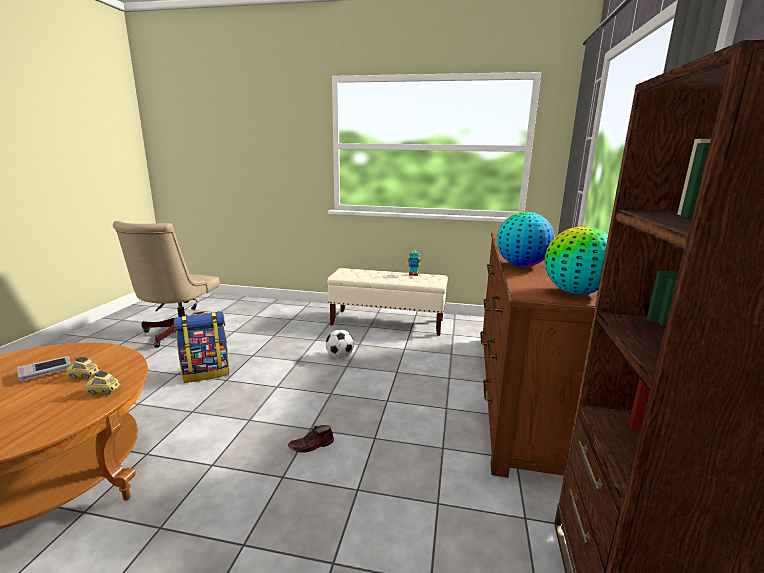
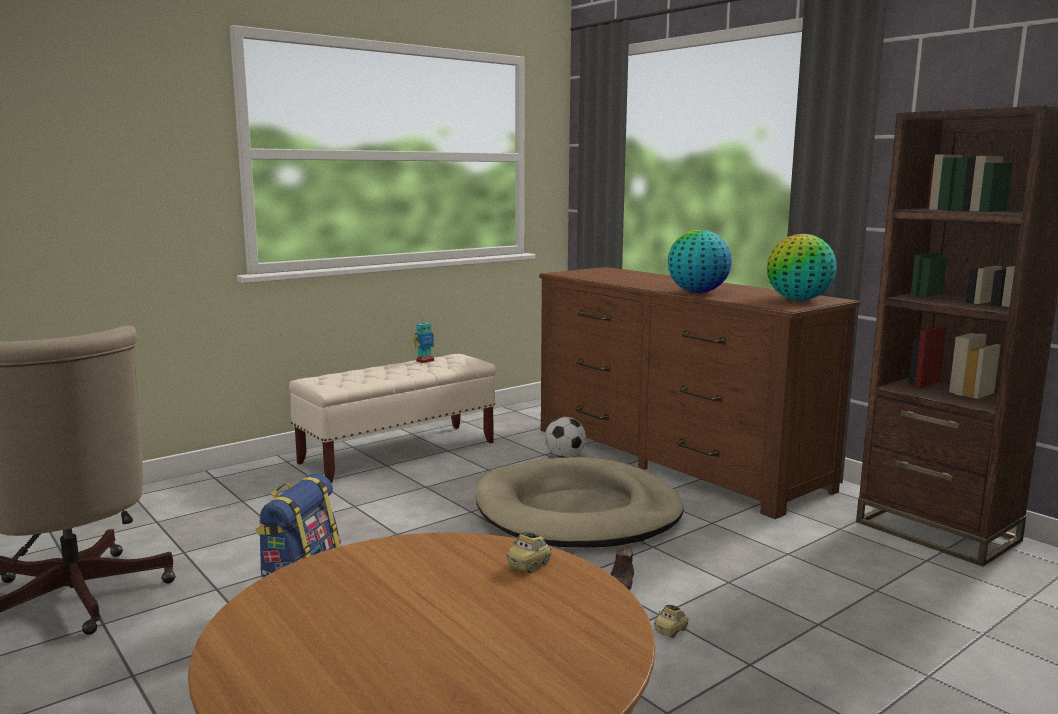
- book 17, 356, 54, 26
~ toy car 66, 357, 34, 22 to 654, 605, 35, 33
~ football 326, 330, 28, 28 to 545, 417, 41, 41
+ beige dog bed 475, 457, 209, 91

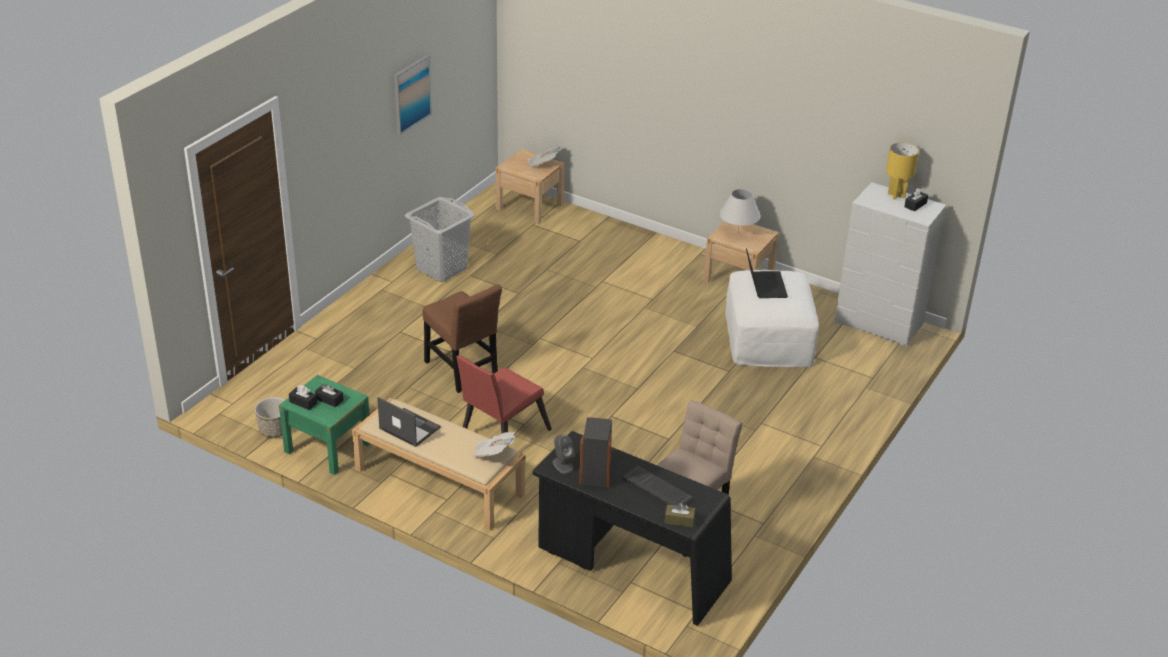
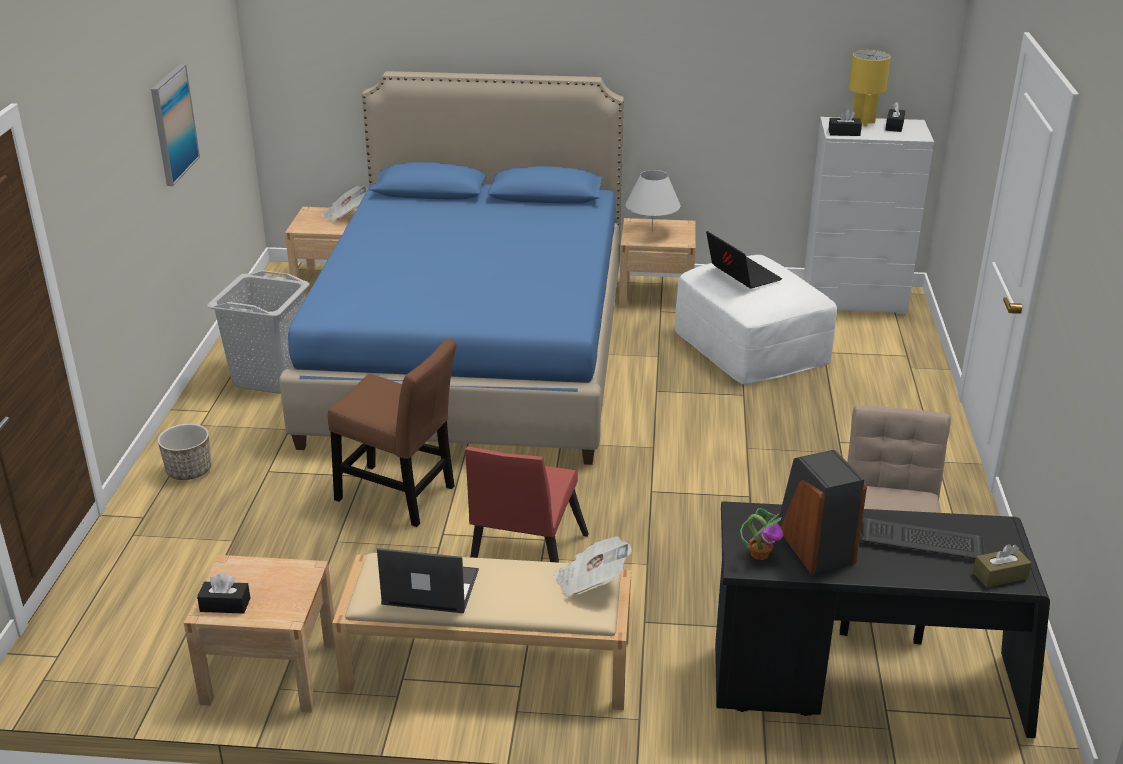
~ planter 255, 397, 30, 41 to 158, 424, 53, 56
~ green nightstand 279, 375, 92, 100 to beige nightstand 184, 555, 151, 158
~ black tissue box 315, 384, 28, 23 to 828, 109, 34, 27
~ grey speaker 553, 435, 22, 39 to potted plant 740, 508, 43, 52
+ blue bed 279, 71, 345, 394

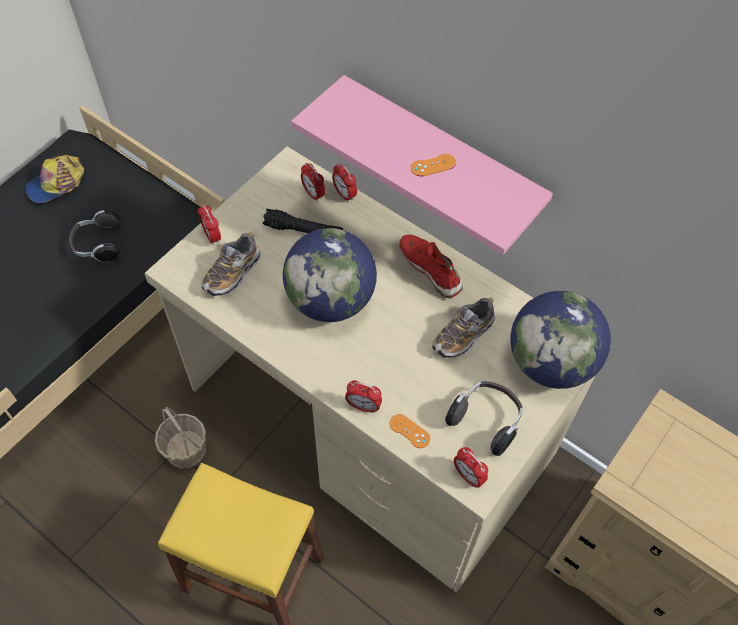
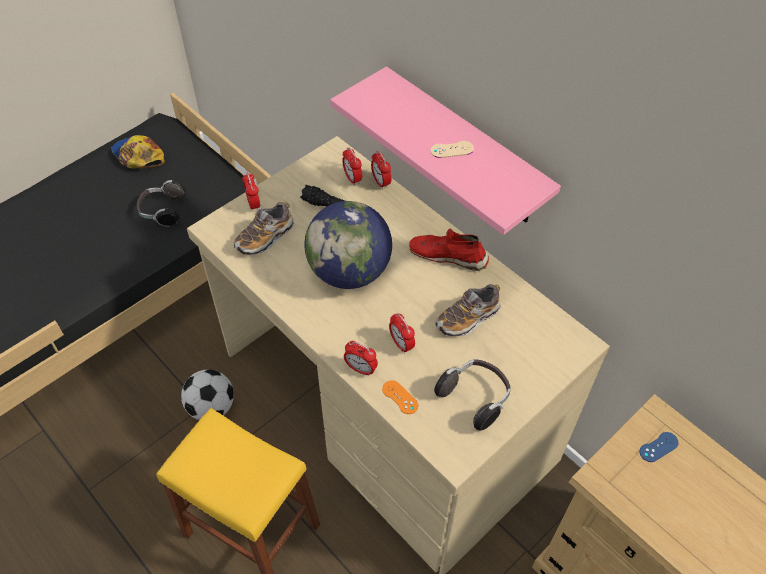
~ cap 25, 155, 59, 48 = 111, 135, 54, 34 75 degrees clockwise
~ basket 155, 407, 51, 61 to football 181, 369, 53, 51
~ red shoe 399, 235, 63, 64 = 409, 228, 80, 43 45 degrees counterclockwise
~ orange game controller 411, 154, 45, 23 to beige game controller 430, 141, 44, 17
~ alarm clock 454, 447, 34, 41 to 389, 313, 26, 41
- globe 510, 291, 101, 98
+ blue game controller 639, 432, 40, 30

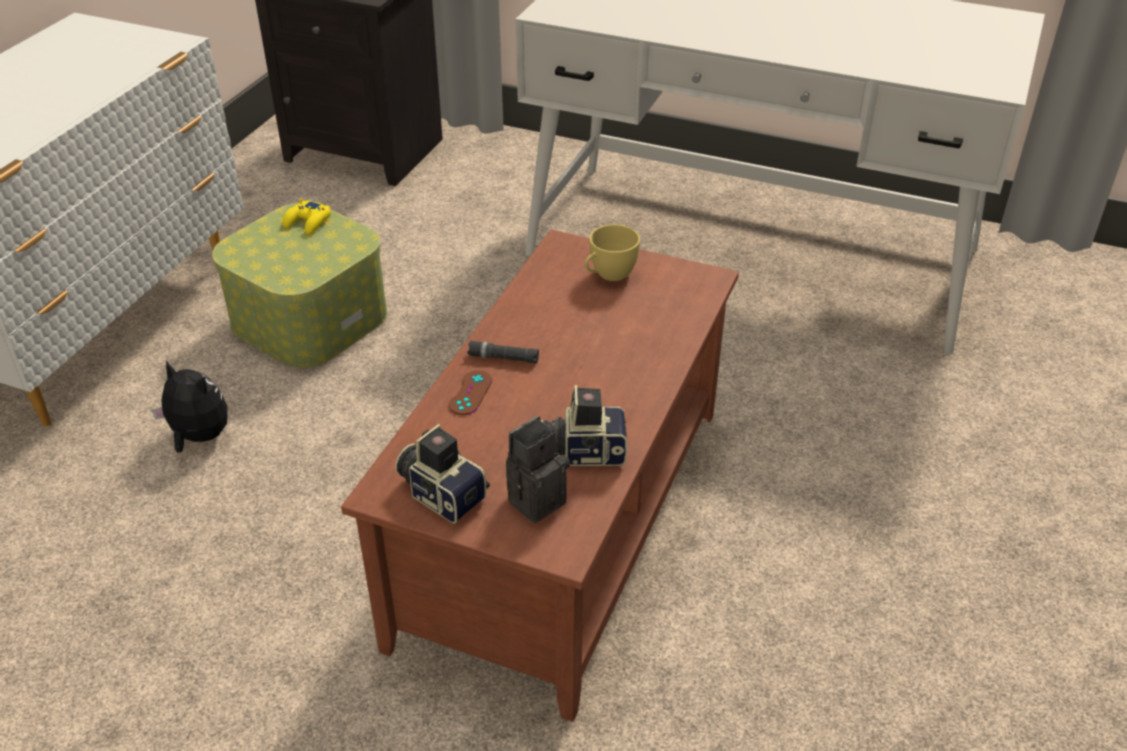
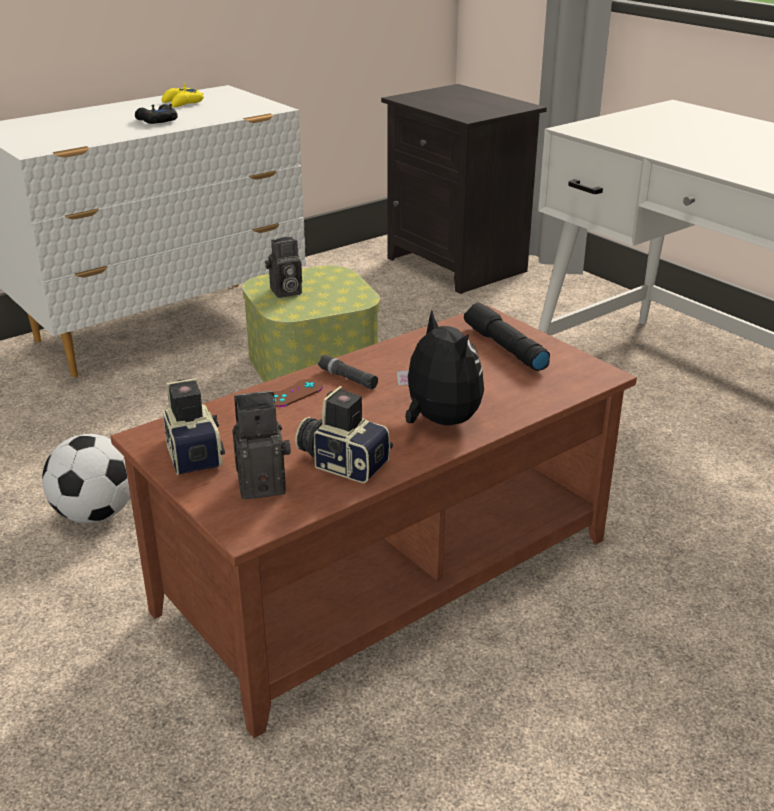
~ plush toy 151, 360, 77, 93 to 397, 310, 87, 116
~ yellow game controller 282, 198, 49, 36 to 162, 84, 42, 23
~ yellow cup 585, 224, 55, 57 to black flashlight 464, 303, 86, 68
+ football 42, 434, 89, 89
+ black game controller 135, 104, 43, 20
+ photo camera 265, 237, 37, 61

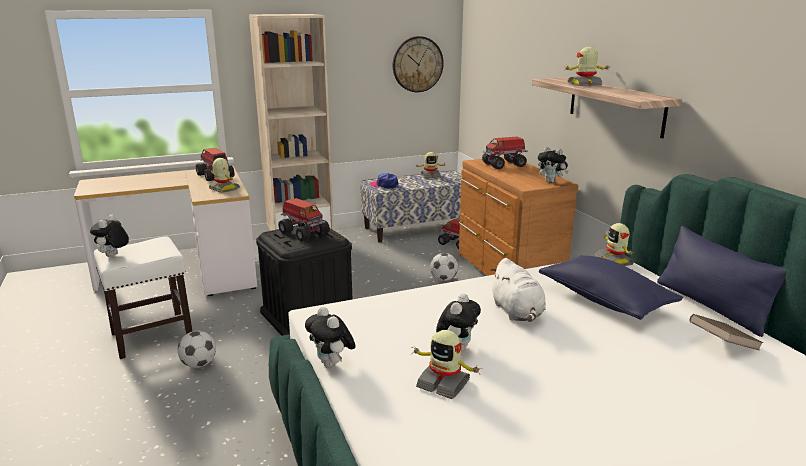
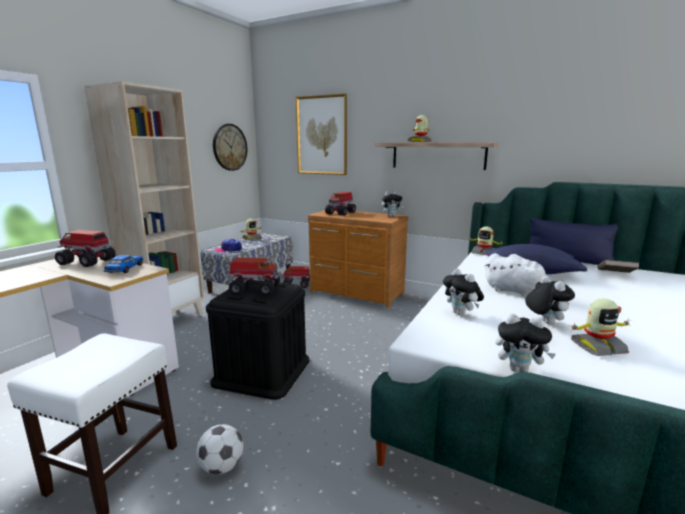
~ plush toy 90, 215, 39, 42 to 443, 269, 41, 47
~ toy robot 209, 158, 31, 35 to toy car 104, 255, 39, 18
- football 430, 253, 28, 28
+ picture 296, 94, 51, 81

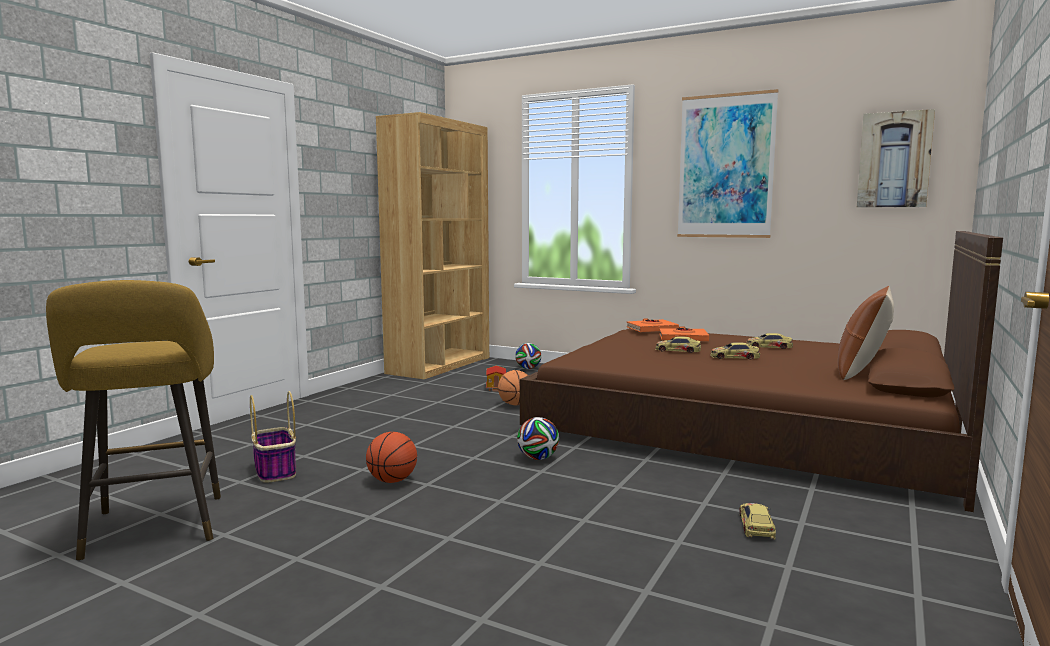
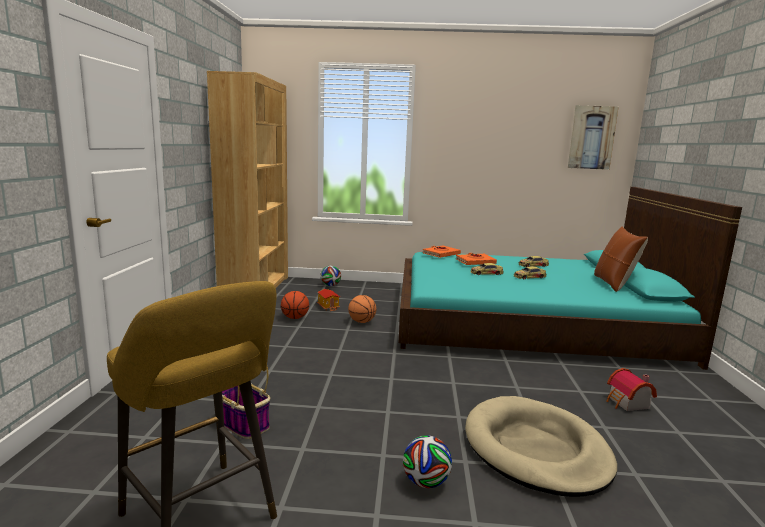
~ basketball 366, 432, 51, 51 to 281, 291, 28, 28
~ football 517, 417, 42, 43 to 403, 435, 49, 53
~ brown bed 520, 231, 483, 281 to turquoise bed 399, 187, 343, 183
- picture 677, 89, 101, 149
~ toy car 739, 503, 37, 37 to toy house 606, 368, 51, 43
+ beige dog bed 465, 396, 152, 101

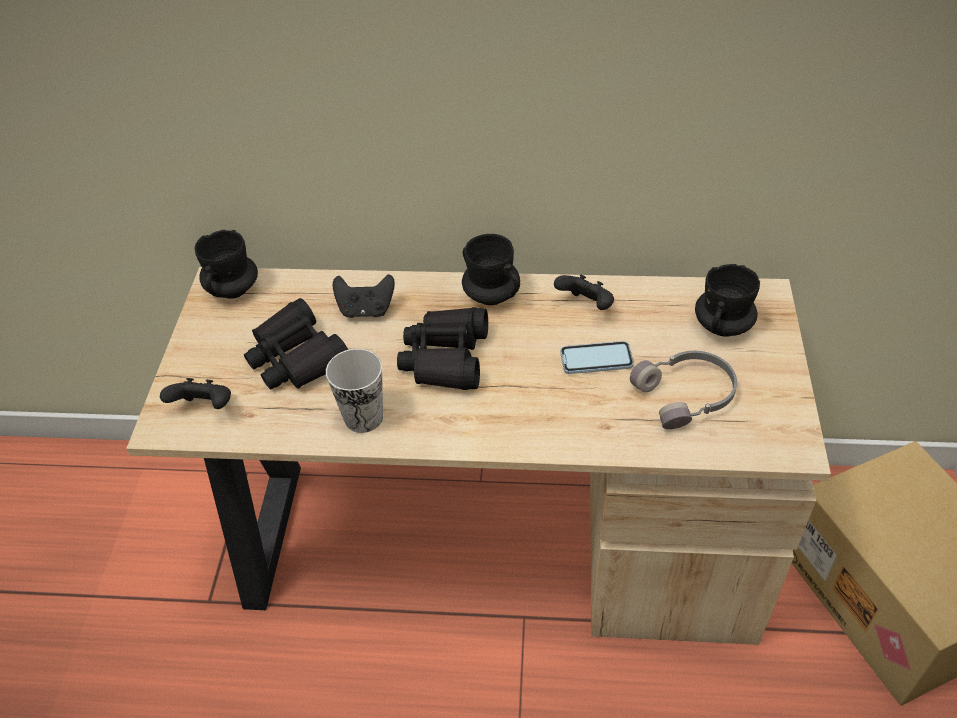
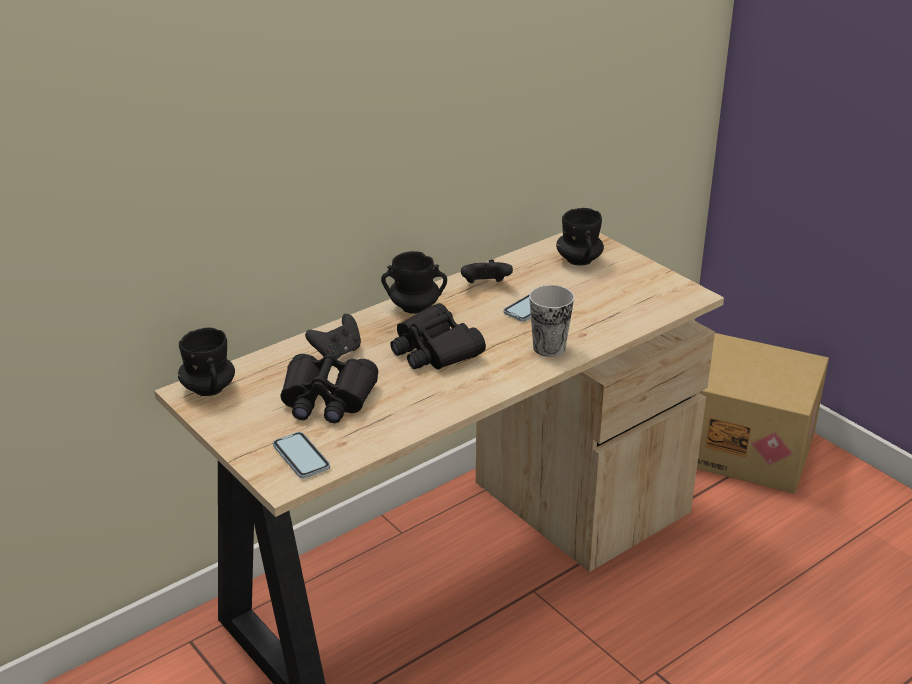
~ black game controller 160, 378, 71, 31 to phone 273, 432, 57, 46
~ cup 326, 349, 57, 84 to 529, 285, 45, 72
- grey headphones 630, 351, 107, 78

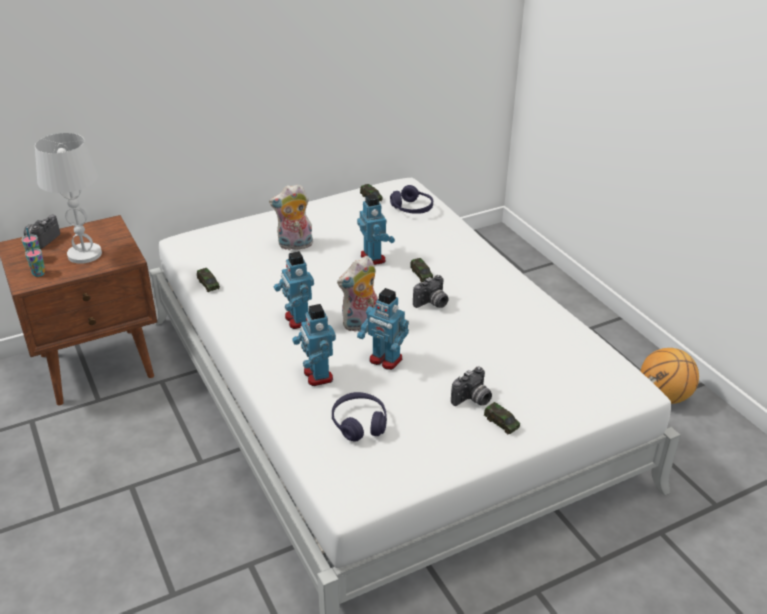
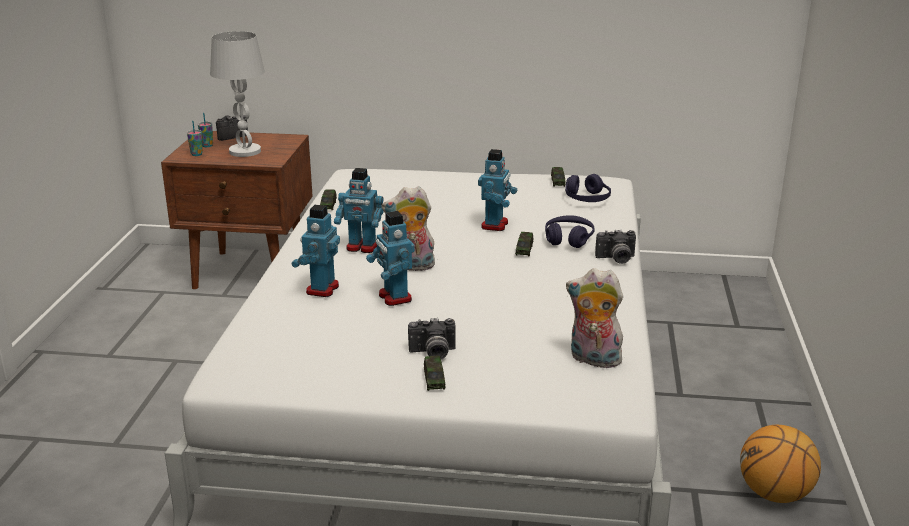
~ plush toy 269, 184, 44, 66 to 566, 268, 59, 102
~ toy robot 274, 251, 40, 78 = 334, 168, 50, 85 90 degrees counterclockwise
~ purple headphones 332, 392, 55, 50 to 545, 215, 50, 33
~ photo camera 413, 275, 36, 33 to 595, 229, 41, 35

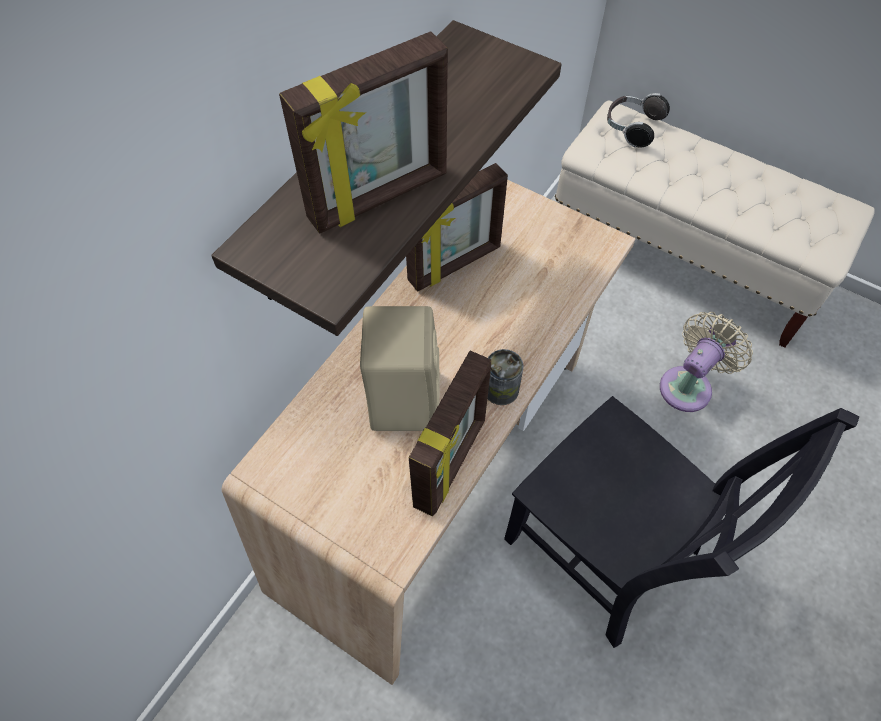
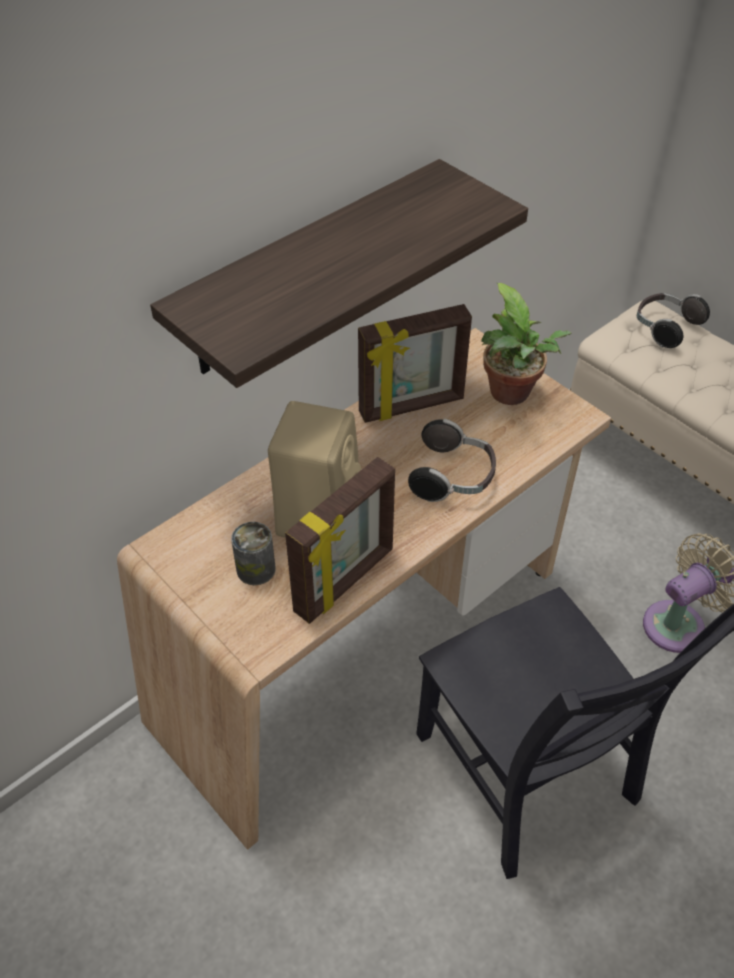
- picture frame 279, 32, 169, 202
~ can 487, 349, 37, 56 to 231, 522, 45, 63
+ headphones 408, 419, 88, 83
+ potted plant 481, 283, 90, 122

